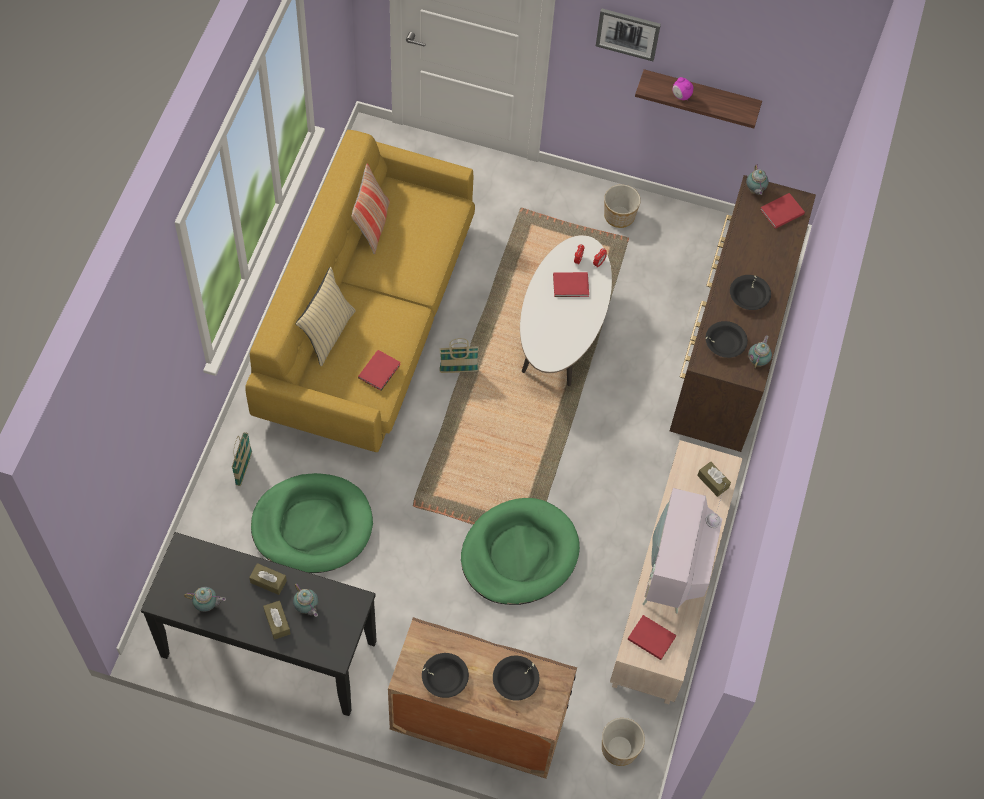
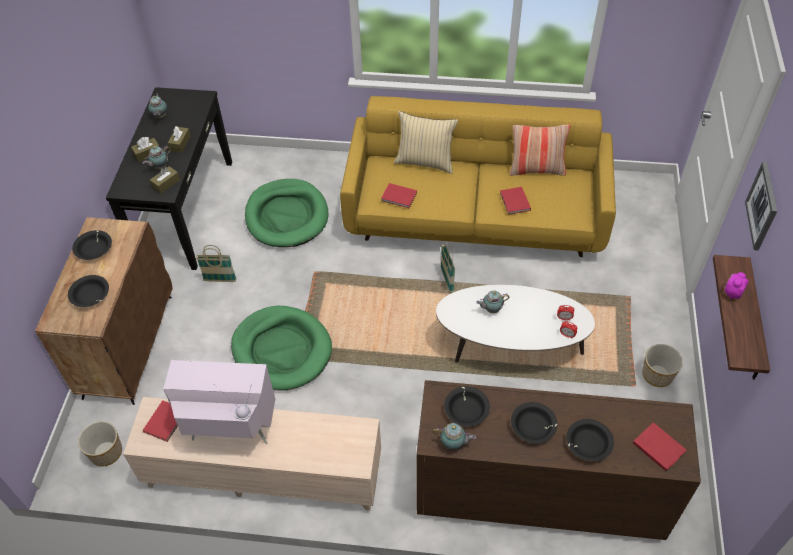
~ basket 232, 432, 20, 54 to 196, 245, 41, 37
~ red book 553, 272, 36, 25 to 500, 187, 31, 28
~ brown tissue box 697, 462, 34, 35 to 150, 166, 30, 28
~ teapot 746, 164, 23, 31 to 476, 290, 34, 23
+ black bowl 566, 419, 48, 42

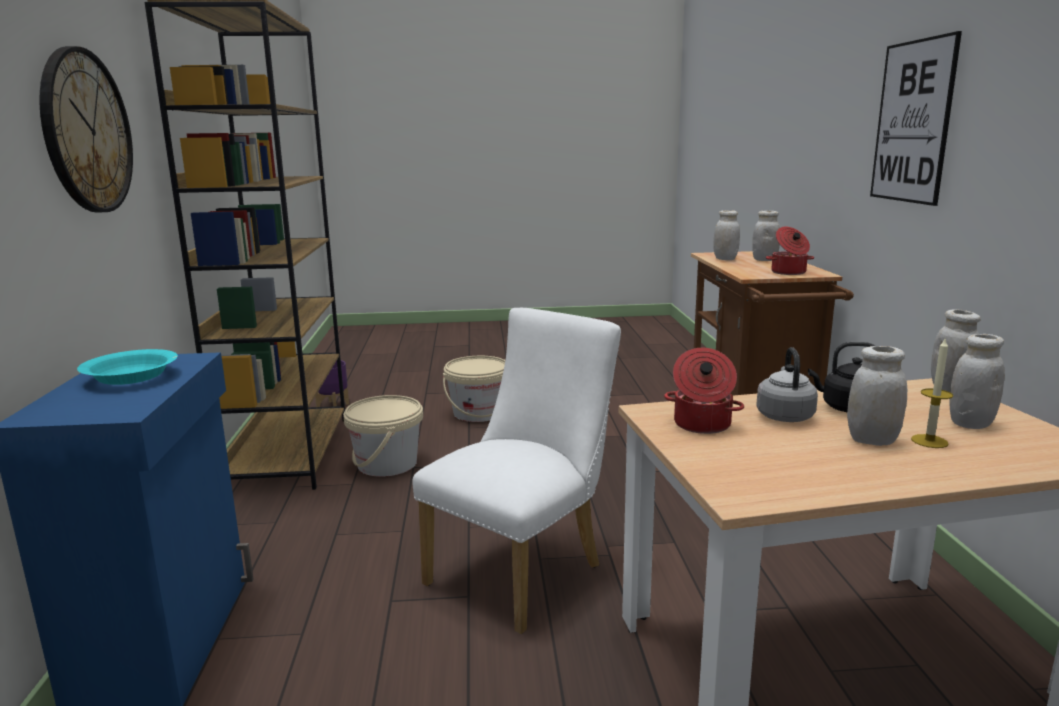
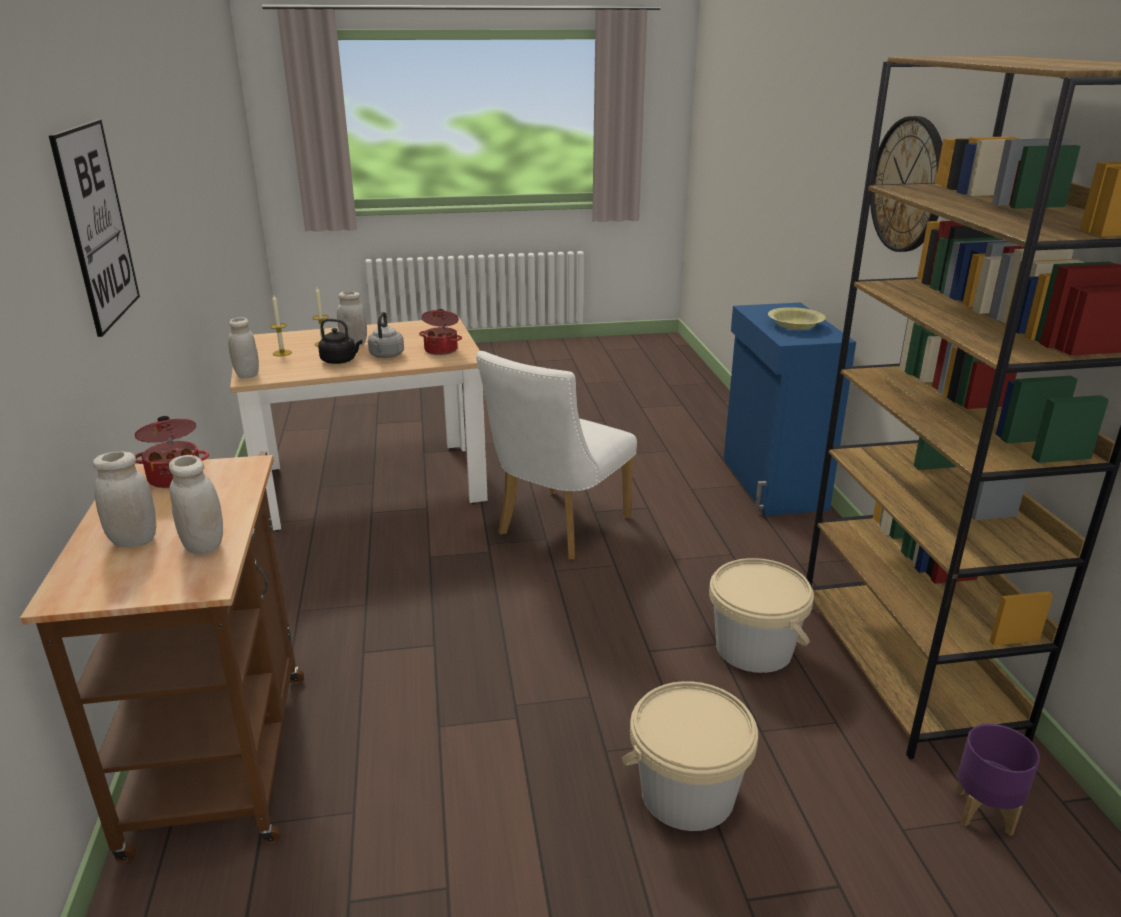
~ turquoise bowl 77, 349, 101, 36 to yellow bowl 768, 307, 58, 23
~ white jar 950, 334, 55, 95 to candle 270, 295, 22, 62

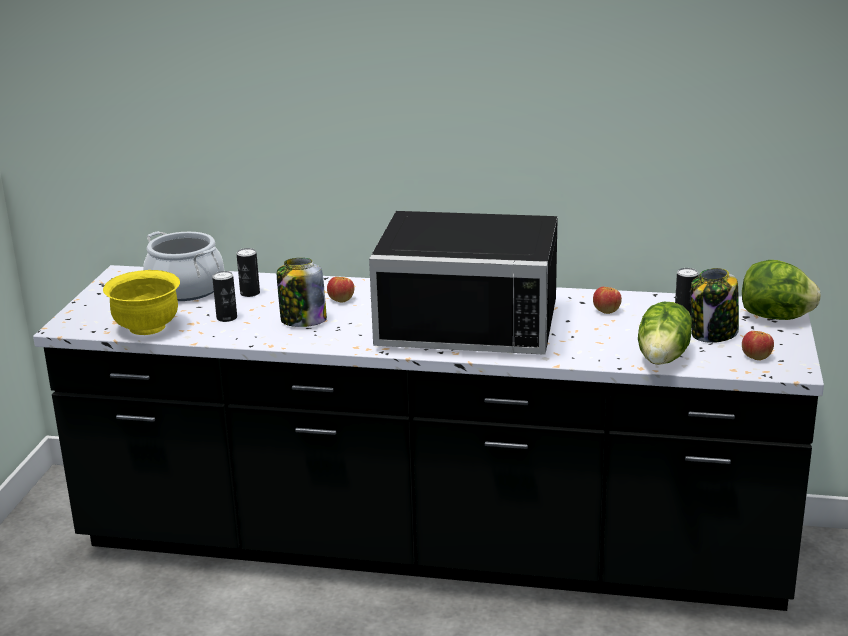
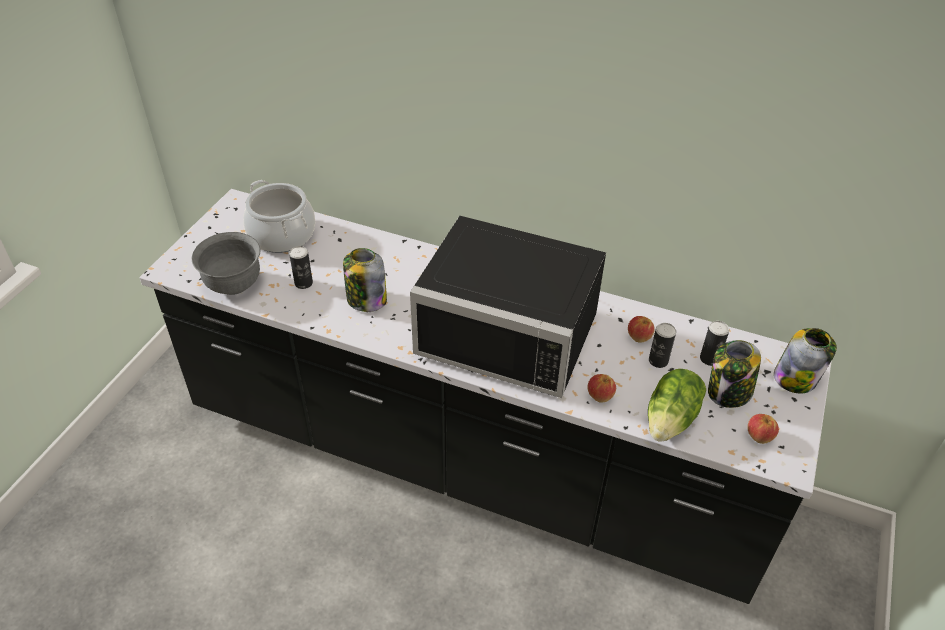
~ yellow bowl 103, 270, 77, 65 to grey bowl 192, 232, 68, 63
~ can 236, 248, 24, 49 to 649, 323, 27, 45
~ apple 327, 277, 28, 25 to 588, 374, 28, 29
~ lettuce 742, 260, 79, 60 to jar 774, 328, 63, 66

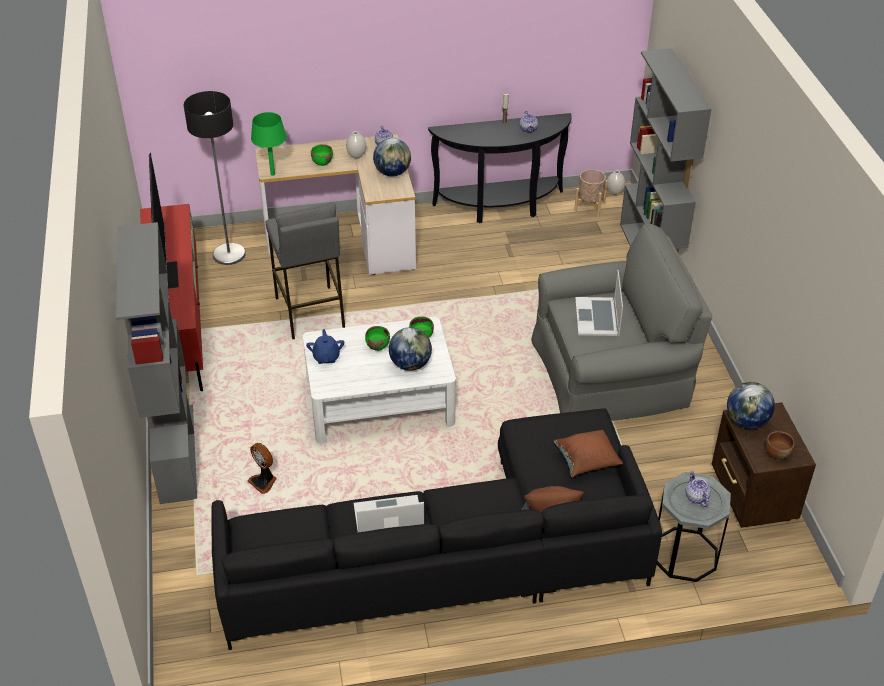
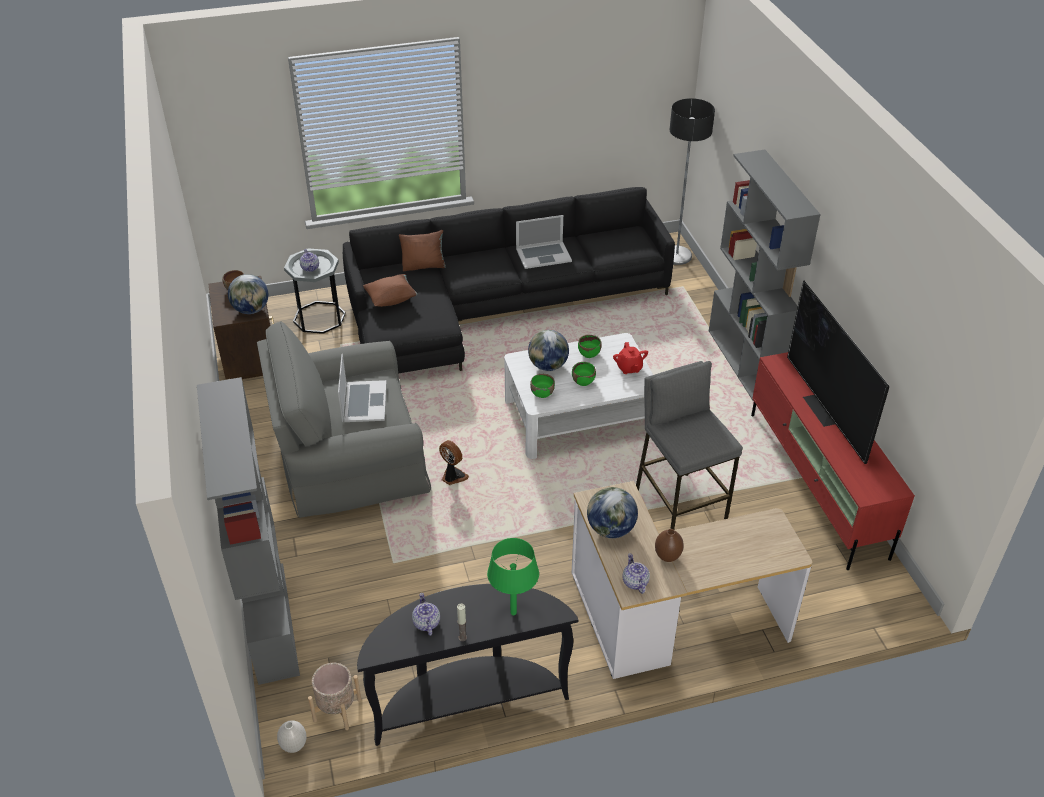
~ floor lamp 184, 91, 62, 174 to 670, 98, 45, 167
~ fan 248, 443, 29, 51 to 439, 440, 30, 45
~ green table lamp 251, 112, 36, 64 to 487, 538, 52, 77
~ blue teapot 306, 329, 38, 35 to red teapot 613, 342, 35, 32
~ green bowl 311, 144, 22, 22 to 578, 335, 24, 23
~ white vase 346, 131, 20, 28 to brown vase 655, 529, 29, 33

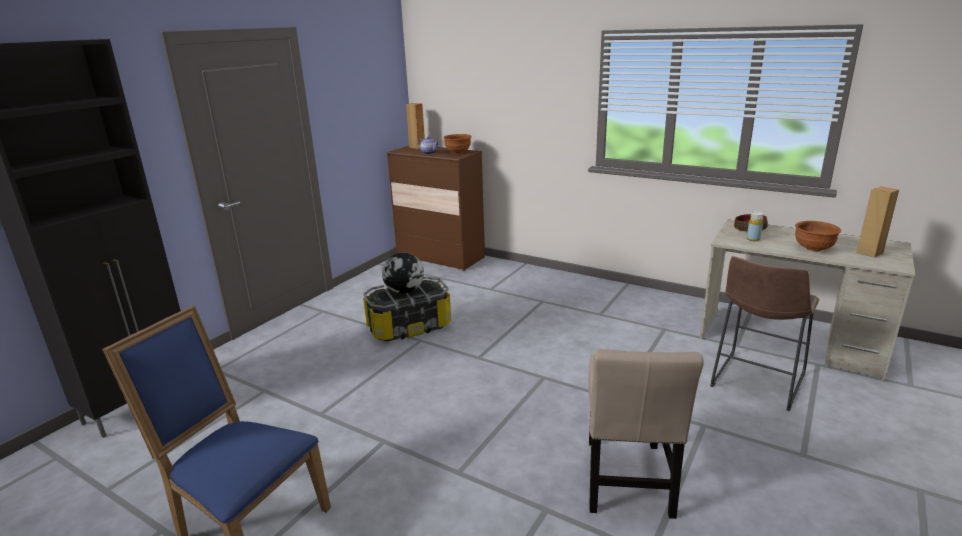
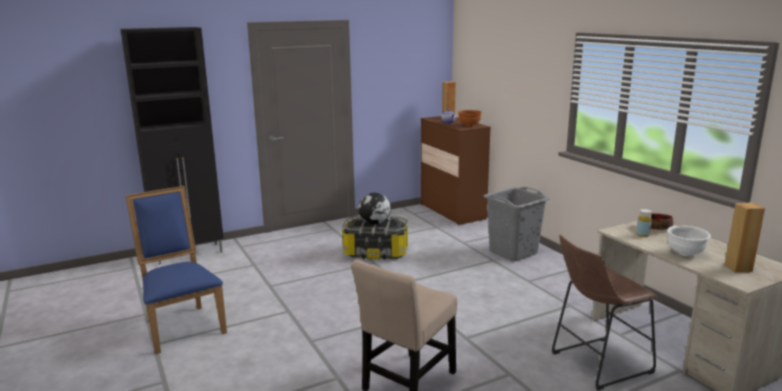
~ brown bowl 795, 221, 46, 31 to white bowl 667, 225, 44, 31
+ grey laundry basket 484, 187, 66, 74

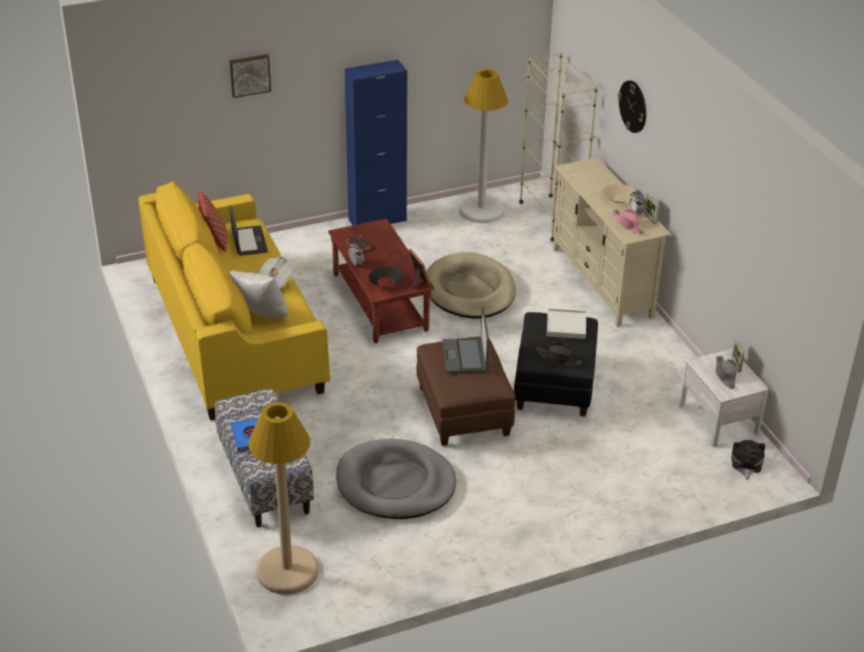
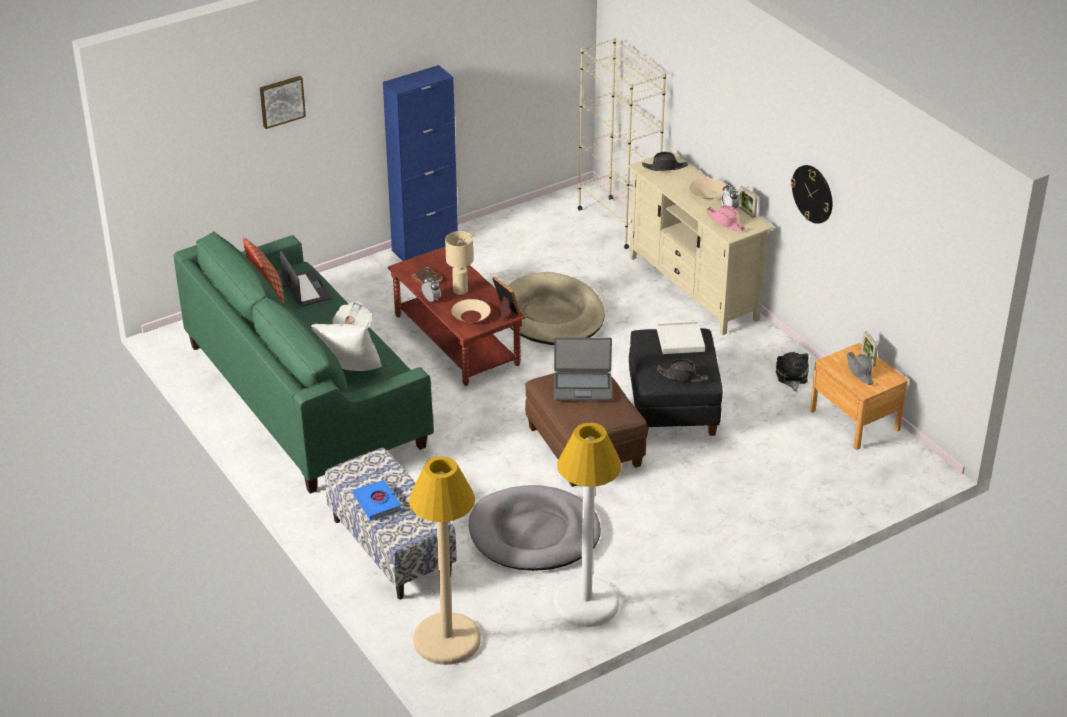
~ yellow sofa 138, 181, 192, 239 to green sofa 173, 231, 261, 262
~ black bowl 369, 267, 35, 20 to beige bowl 452, 299, 39, 23
~ laptop 443, 307, 46, 66 = 554, 337, 58, 64 75 degrees counterclockwise
~ white floor lamp 459, 69, 49, 154 to 553, 423, 69, 204
~ wall clock 617, 80, 29, 53 to 790, 165, 42, 59
~ white nightstand 679, 349, 89, 98 to brown nightstand 810, 343, 98, 107
~ plush toy 731, 440, 34, 40 to 776, 352, 33, 40
+ beige table lamp 445, 231, 28, 64
+ black hat 642, 152, 46, 19

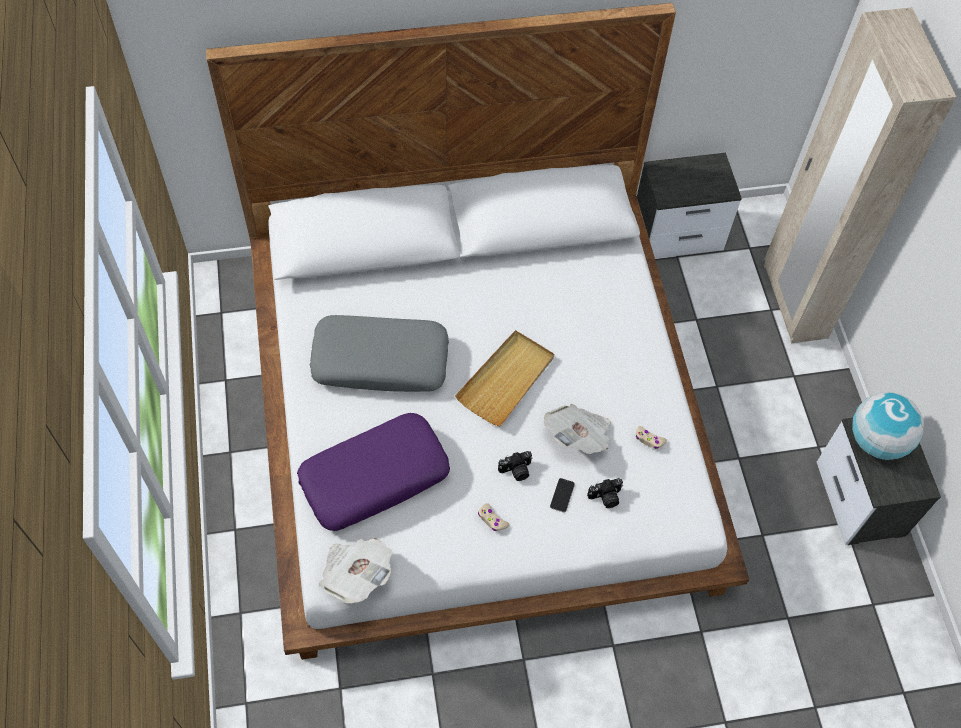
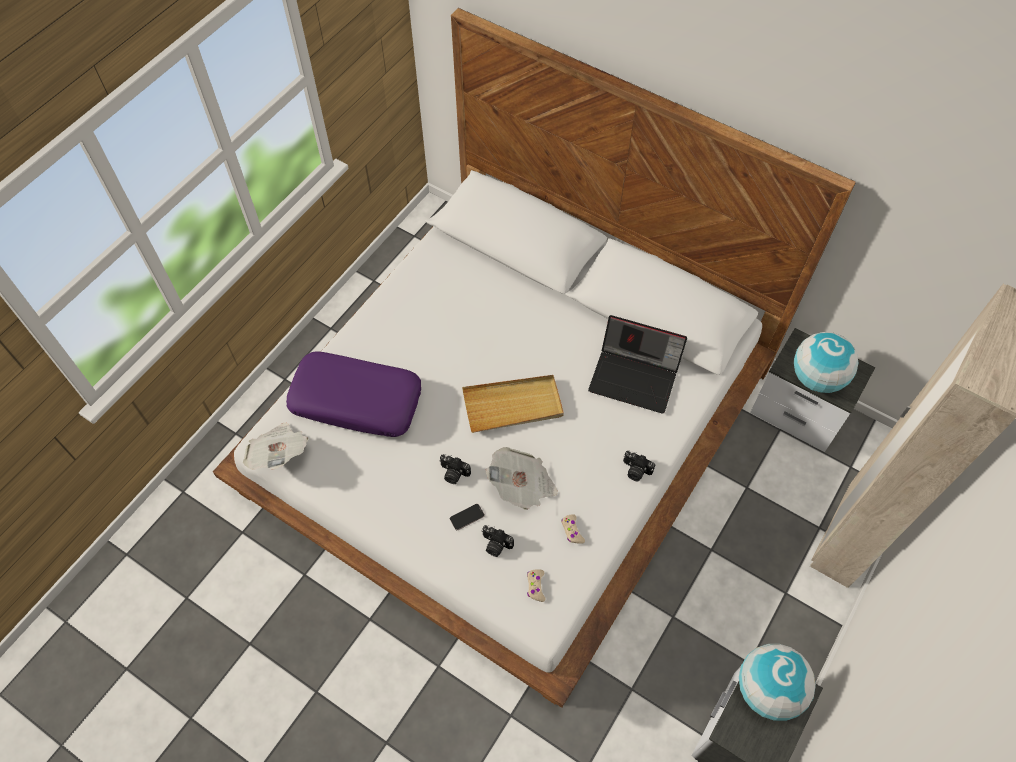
- grey pillow 310, 315, 139, 77
~ beige game controller 478, 503, 31, 28 to 527, 569, 18, 33
+ laptop 588, 315, 99, 98
+ photo camera 623, 451, 32, 30
+ globe 794, 332, 65, 61

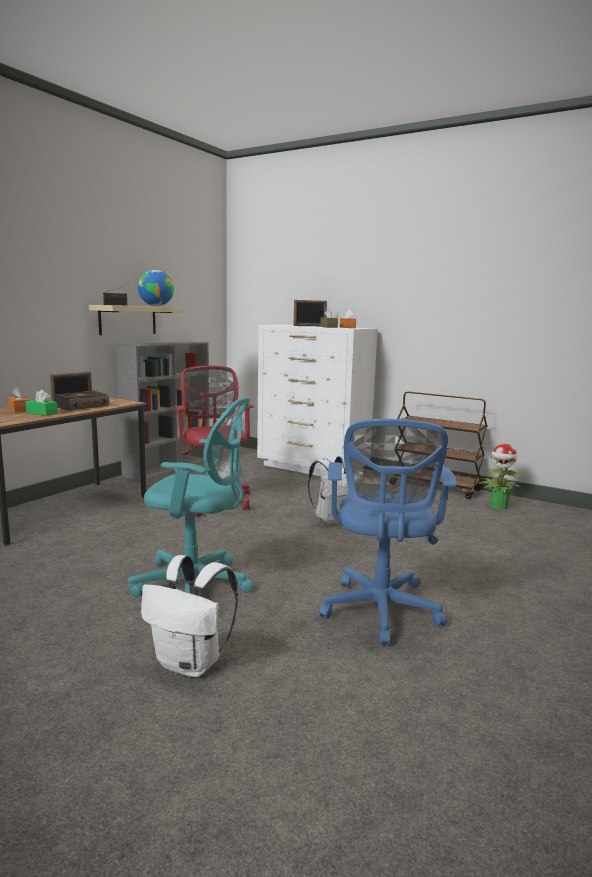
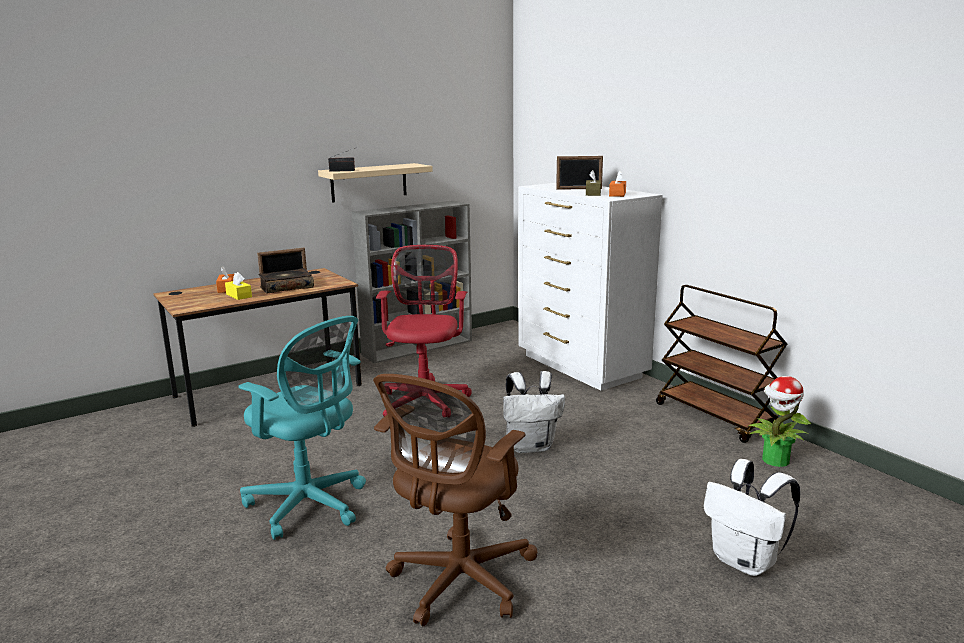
~ green tissue box 26, 390, 32, 26 to yellow tissue box 225, 272, 27, 28
- globe 138, 270, 36, 36
~ white backpack 141, 555, 97, 122 to 704, 459, 96, 117
~ blue office chair 319, 419, 138, 226 to brown office chair 373, 374, 165, 252

